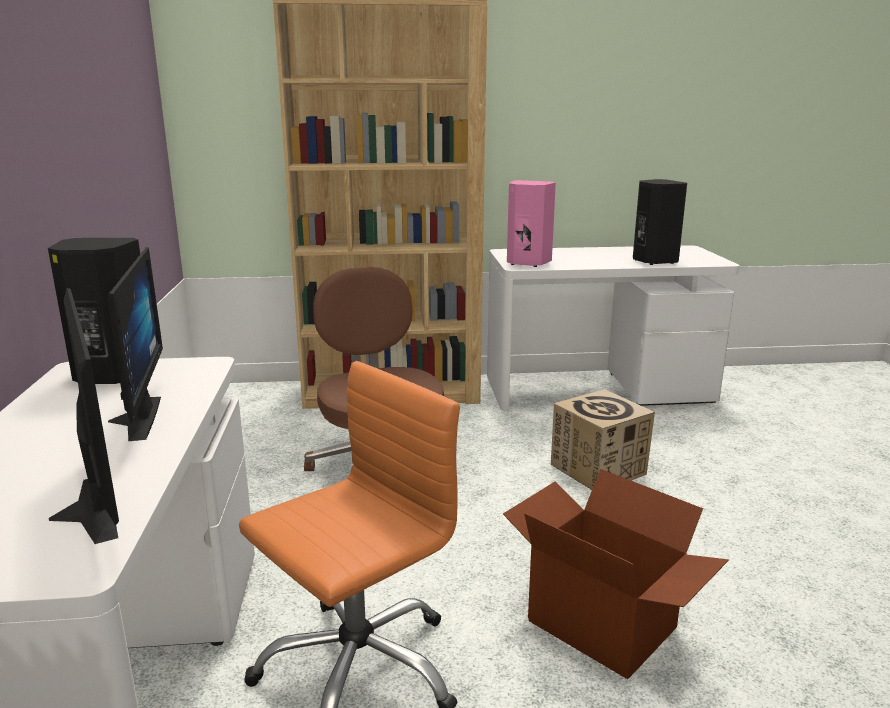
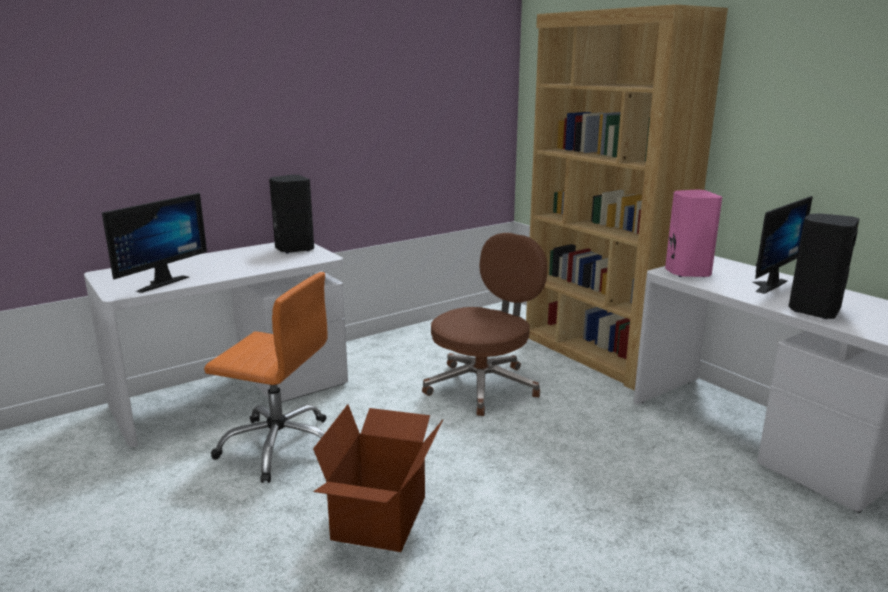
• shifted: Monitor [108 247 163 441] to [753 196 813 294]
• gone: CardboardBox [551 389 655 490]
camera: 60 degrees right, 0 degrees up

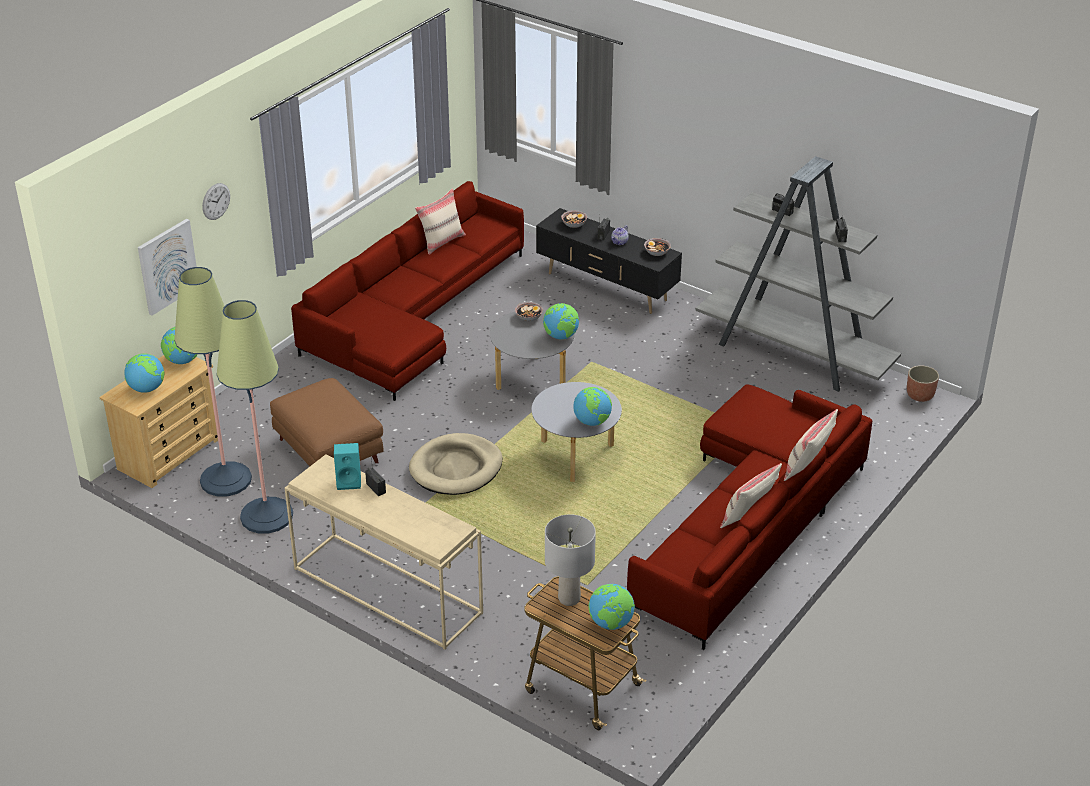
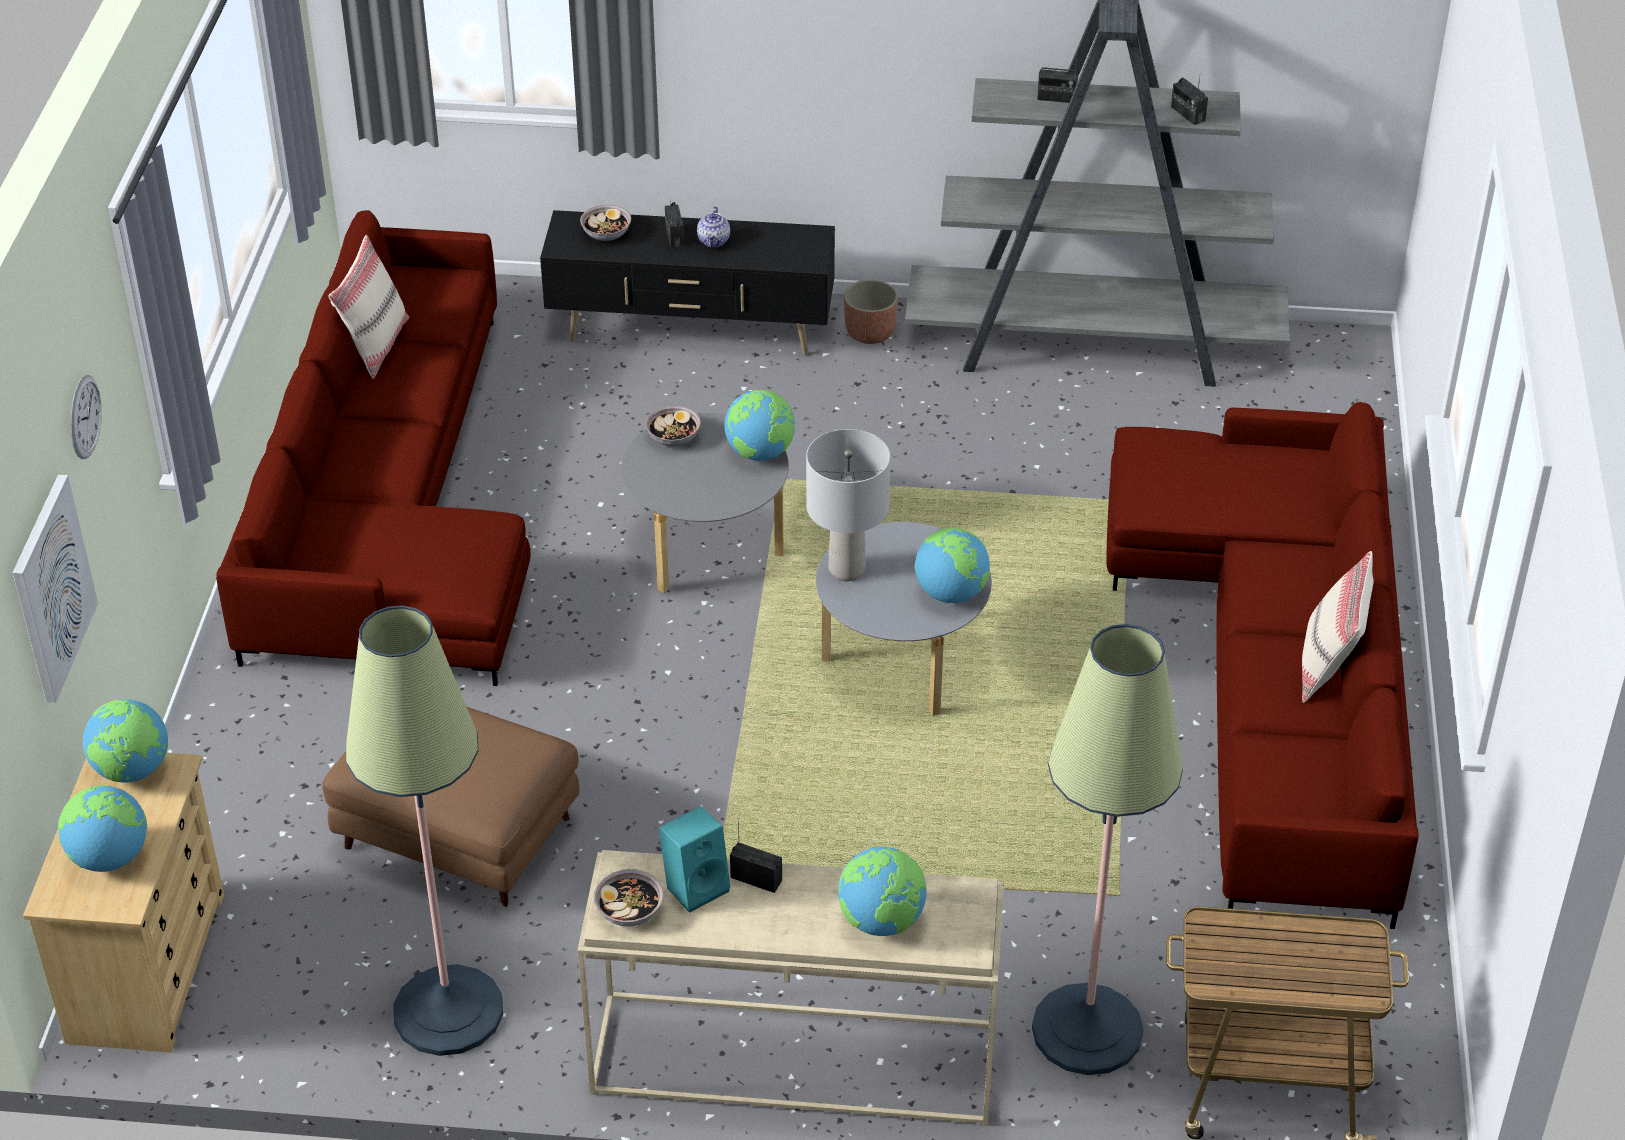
• shifted: Bowl [644 238 671 256] to [594 869 664 927]
• shifted: FloorLamp [174 267 252 496] to [1032 624 1183 1075]
• shifted: Planter [907 366 939 402] to [844 280 898 344]
• gone: BeigePillow [784 409 838 481]
• gone: BeigeDogBed [409 433 503 495]
• shifted: GreyTableLamp [545 514 596 606] to [806 429 890 582]
• shifted: Globe [589 584 635 630] to [838 847 926 936]
camera: 30 degrees left, 5 degrees up

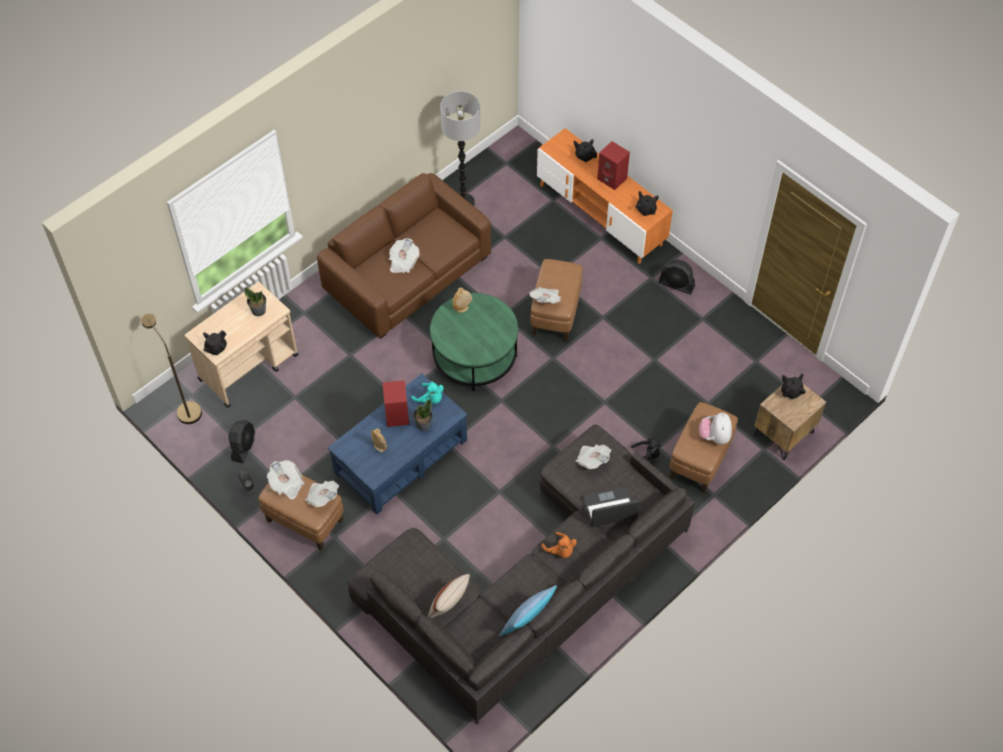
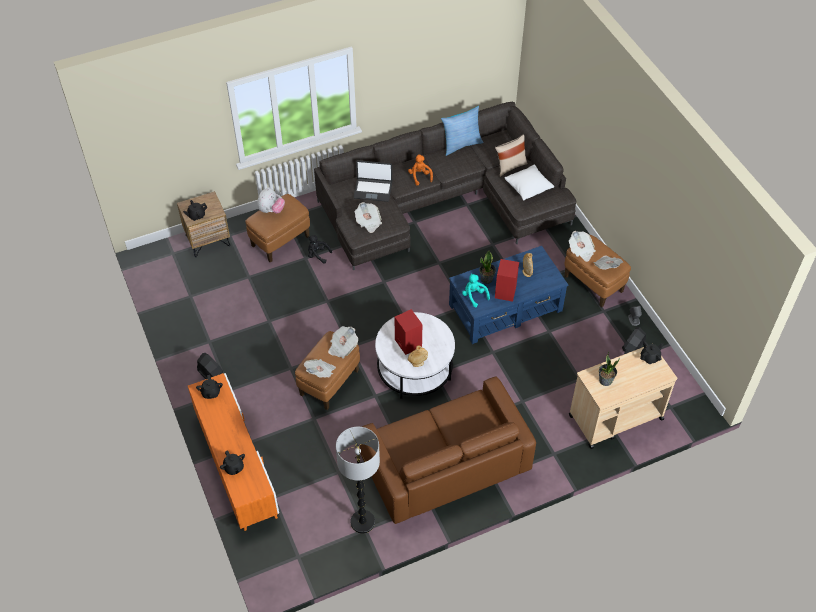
• shifted: RedSpeaker [597 141 630 190] to [394 309 422 355]
• shifted: Newspaper [389 238 420 273] to [304 359 336 378]
• repainted: GreenCoffeeTable [430 293 518 391] to WhiteCoffeeTable [375 312 455 399]
• gone: BrownFloorLamp [142 314 202 424]
• new: WhitePillow [505 165 554 200]
camera: 160 degrees left, 5 degrees down

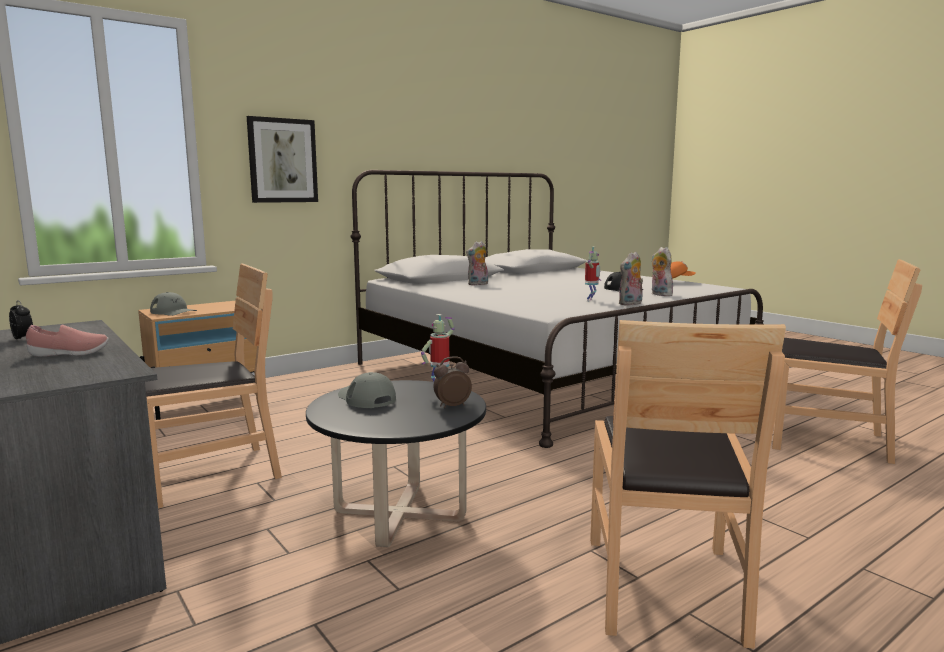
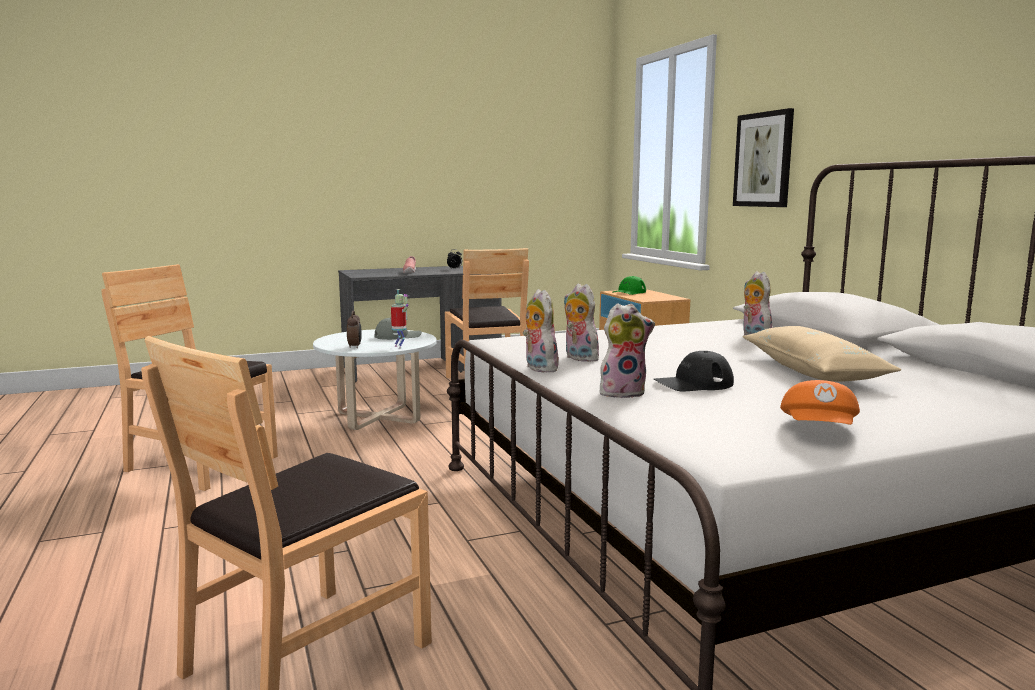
• swapped: ToyRobot [585 247 601 302] to PlushToy [564 284 600 362]
• repainted: GreyCap [150 292 197 316] to GreenCap [612 276 646 295]
• repainted: BlackCoffeeTable [306 380 486 547] to WhiteCoffeeTable [313 329 437 430]
• new: BeigePillow [743 326 901 382]
camera: 105 degrees right, 0 degrees up

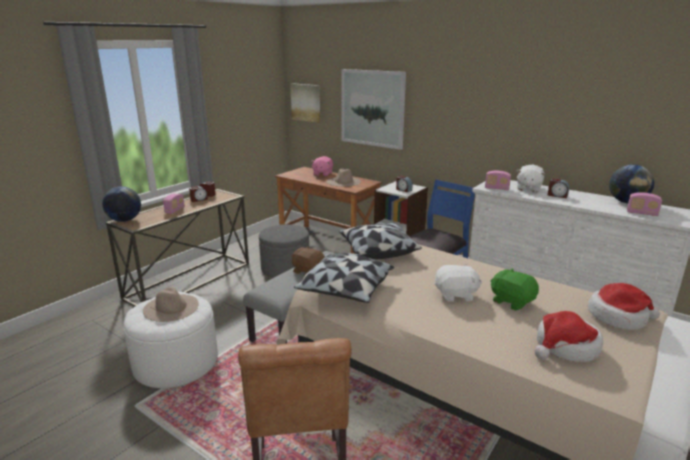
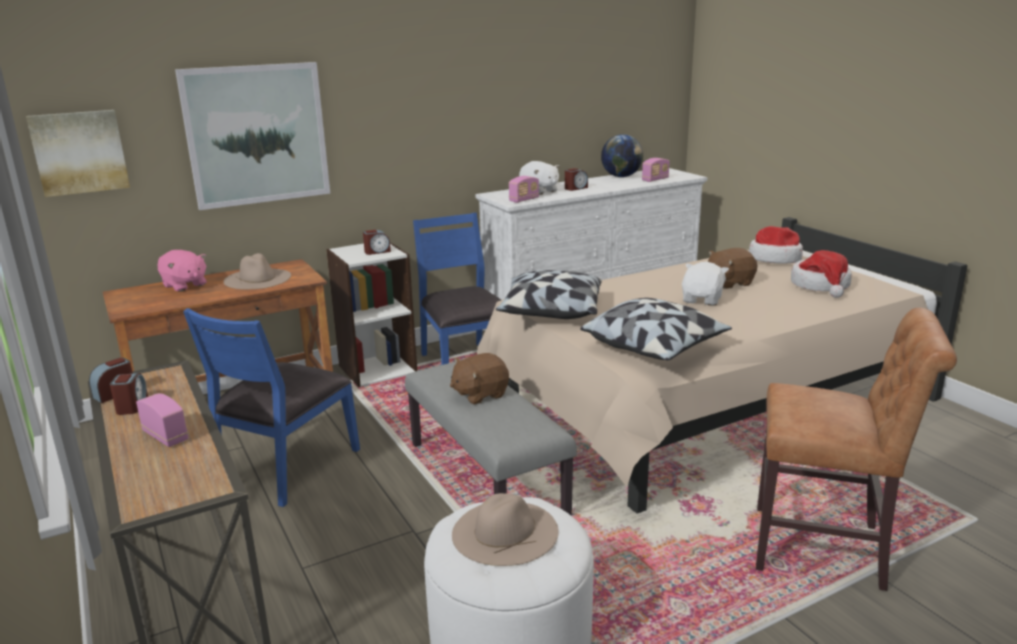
• gone: Globe [102 186 141 222]
• swapped: GreyOttoman [259 224 309 278] to BlueChair [183 308 360 507]
• repainted: GreenPlushToy [491 268 539 311] to BrownPlushToy [708 248 757 289]
camera: 65 degrees left, 0 degrees up

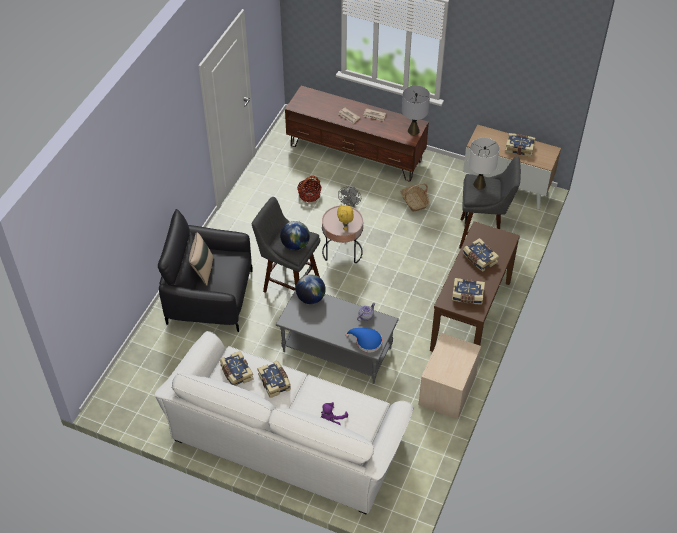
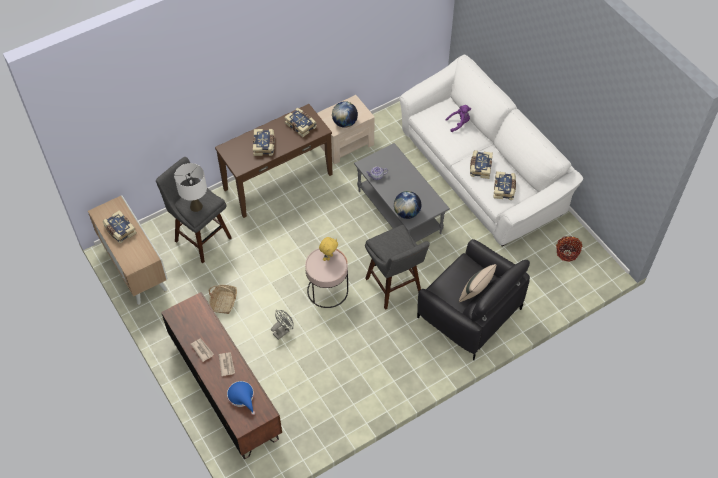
• gone: GreyTableLamp [402 85 430 135]
• shifted: Basket [297 176 322 203] to [556 236 582 262]
• shifted: Globe [280 221 310 250] to [332 101 358 128]
• shifted: BlueHat [345 328 382 352] to [227 381 255 415]
camera: 145 degrees left, 5 degrees up

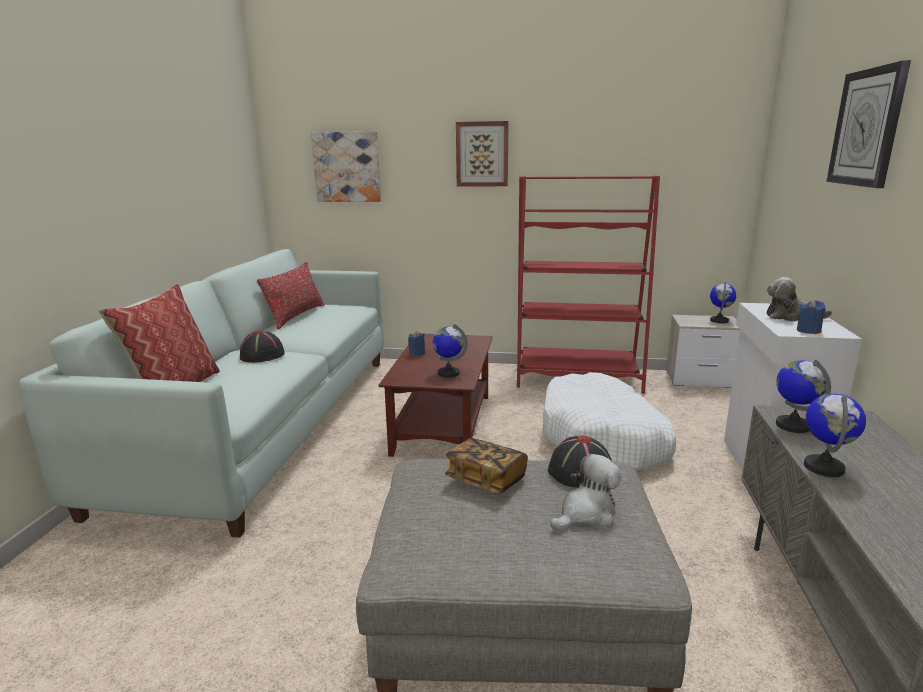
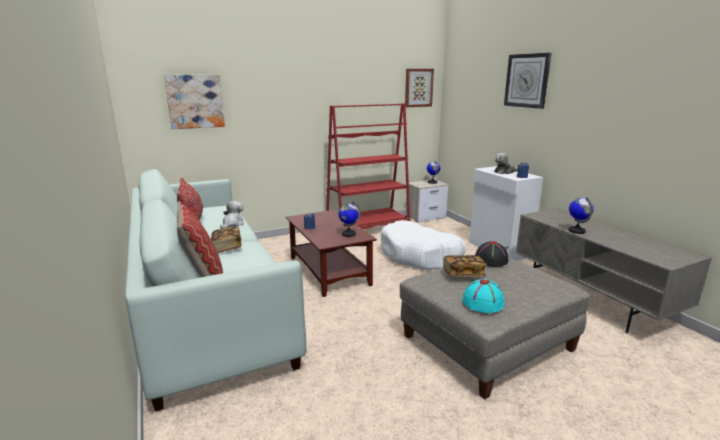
• shifted: Picture [456 121 509 187] to [405 69 434 107]
• swapped: BlackHat [240 330 285 363] to Book [211 226 242 253]
• gone: Globe [776 359 831 433]
• shifted: PlushToy [550 454 621 531] to [220 201 243 229]
• new: TurquoiseHat [462 279 505 313]
camera: 35 degrees left, 0 degrees up

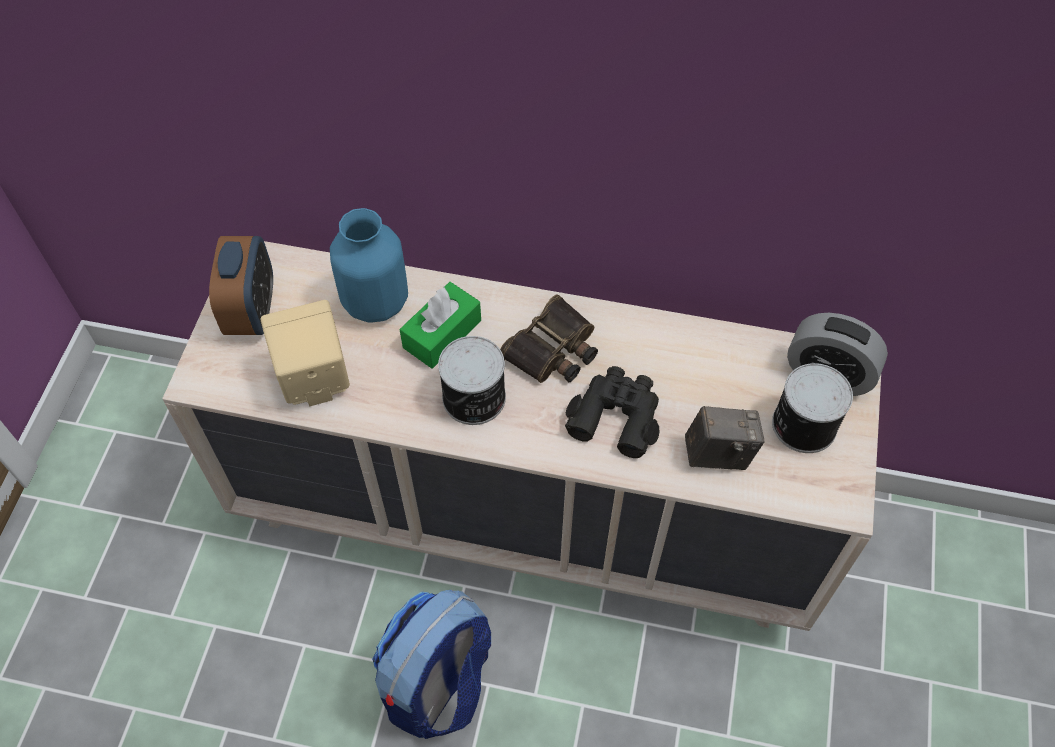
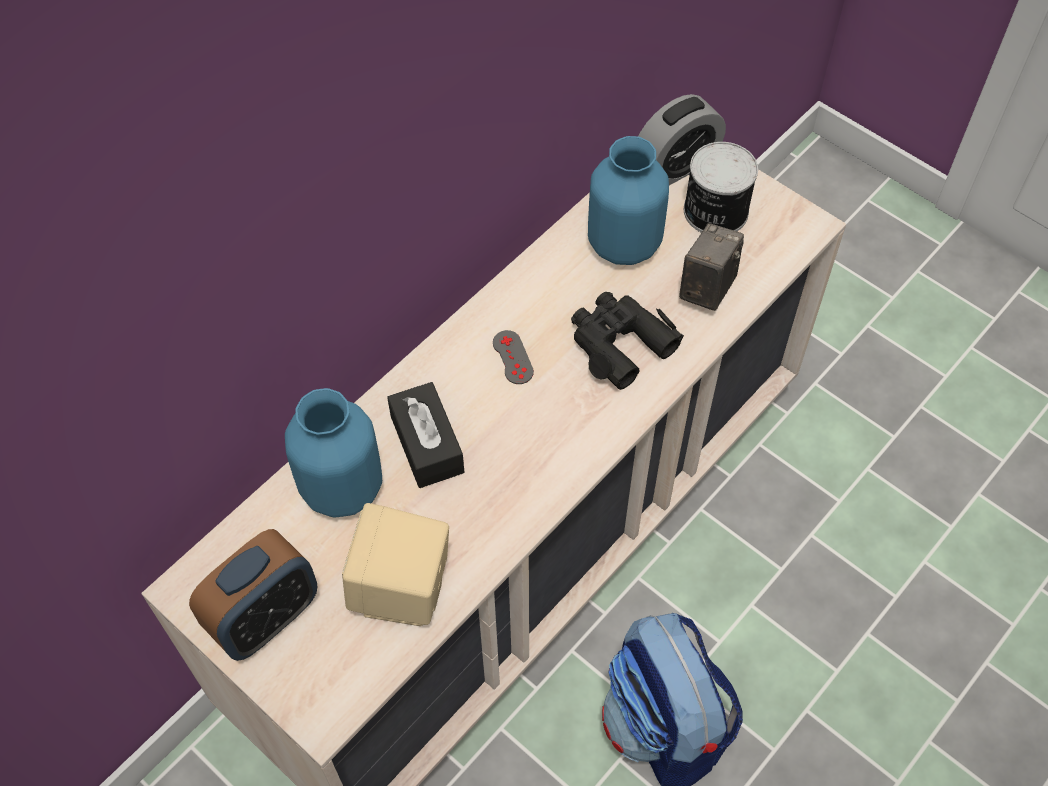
• rotated: AlarmClock [209 236 273 335] = [189 529 318 661] 105 degrees clockwise
• repainted: GreenTissueBox [400 282 481 369] to BlackTissueBox [387 382 464 488]
• swapped: Binoculars [500 294 598 383] to GreyGameController [493 330 534 384]
• gone: Can [438 336 506 425]
• new: BlueVase [588 136 669 265]
camera: 60 degrees left, 0 degrees up

